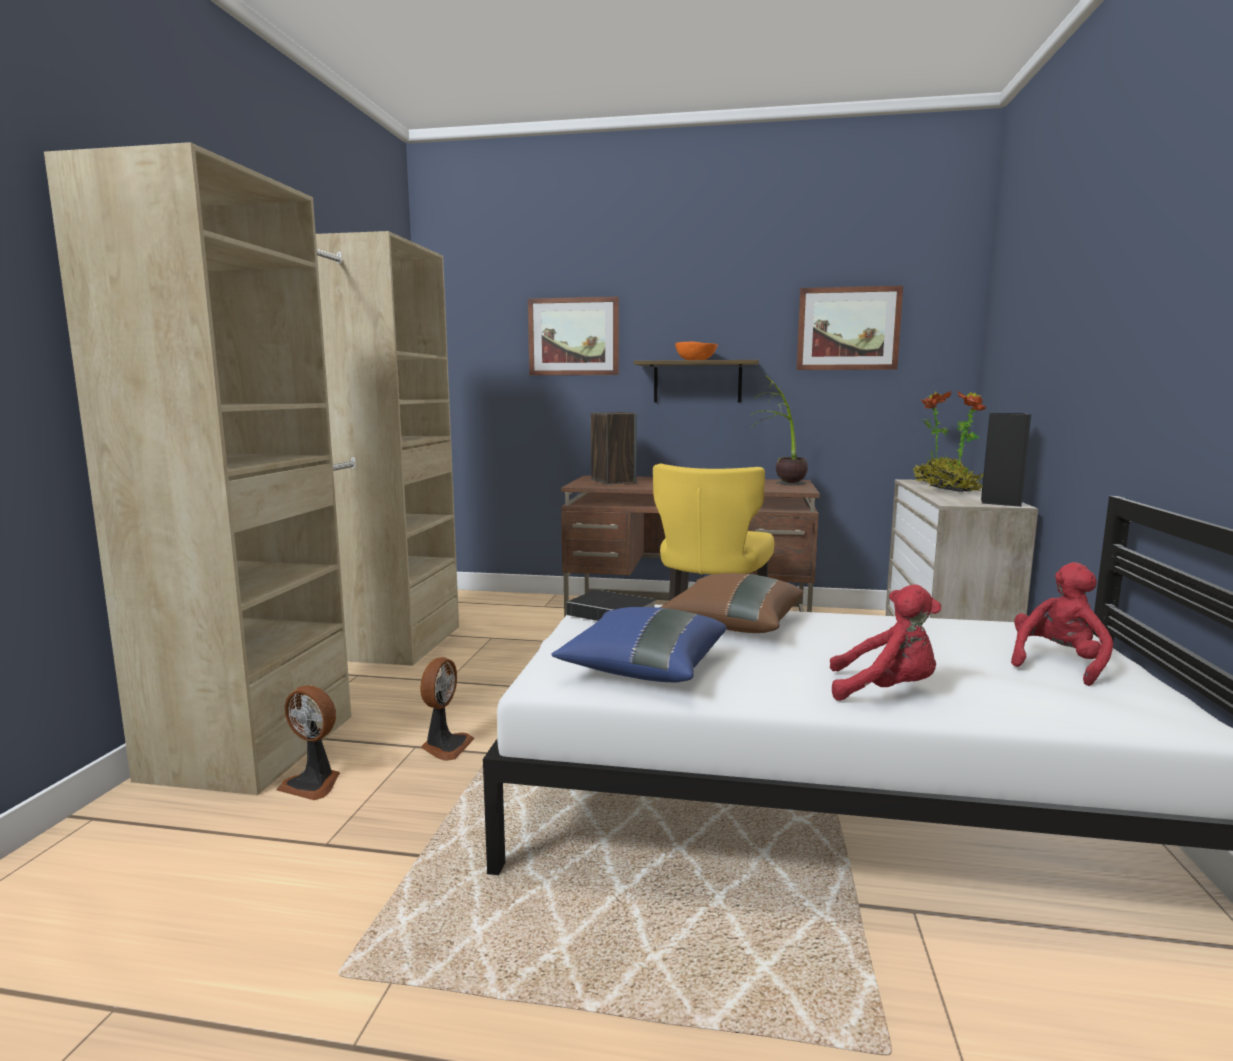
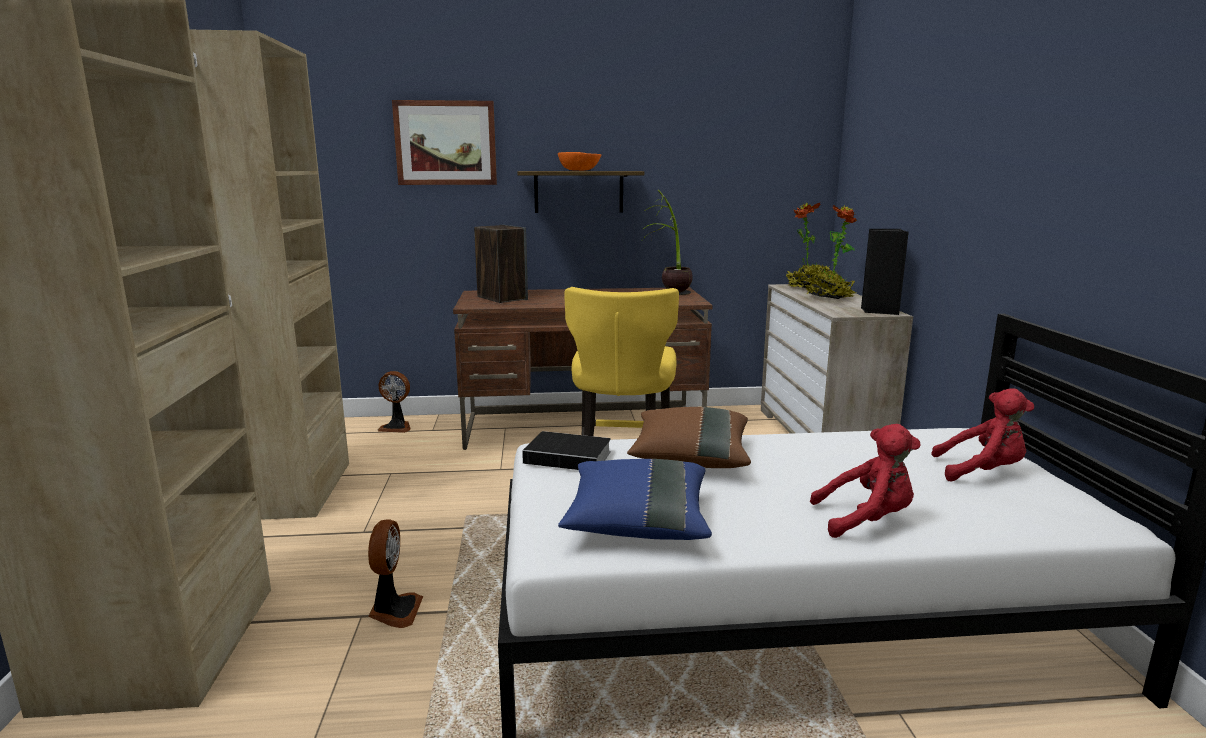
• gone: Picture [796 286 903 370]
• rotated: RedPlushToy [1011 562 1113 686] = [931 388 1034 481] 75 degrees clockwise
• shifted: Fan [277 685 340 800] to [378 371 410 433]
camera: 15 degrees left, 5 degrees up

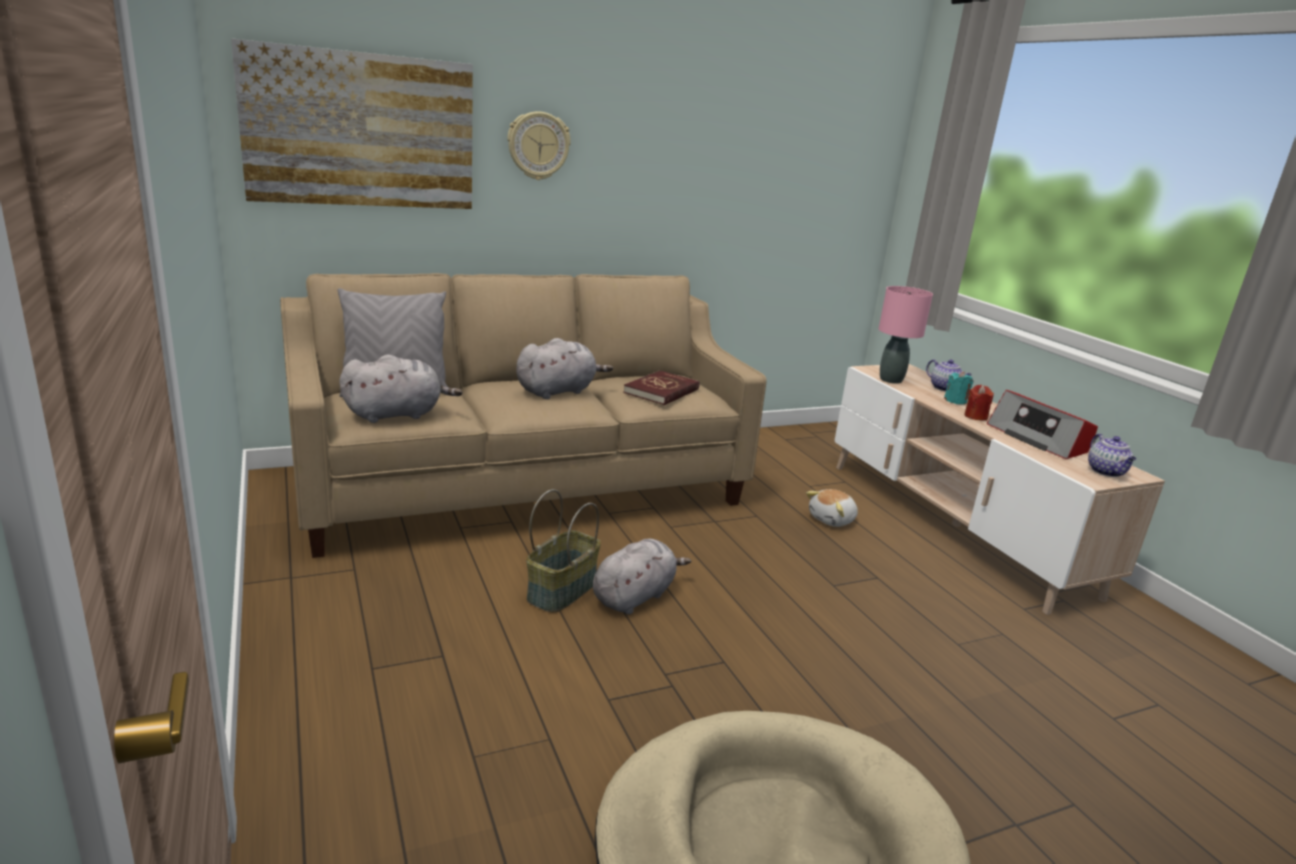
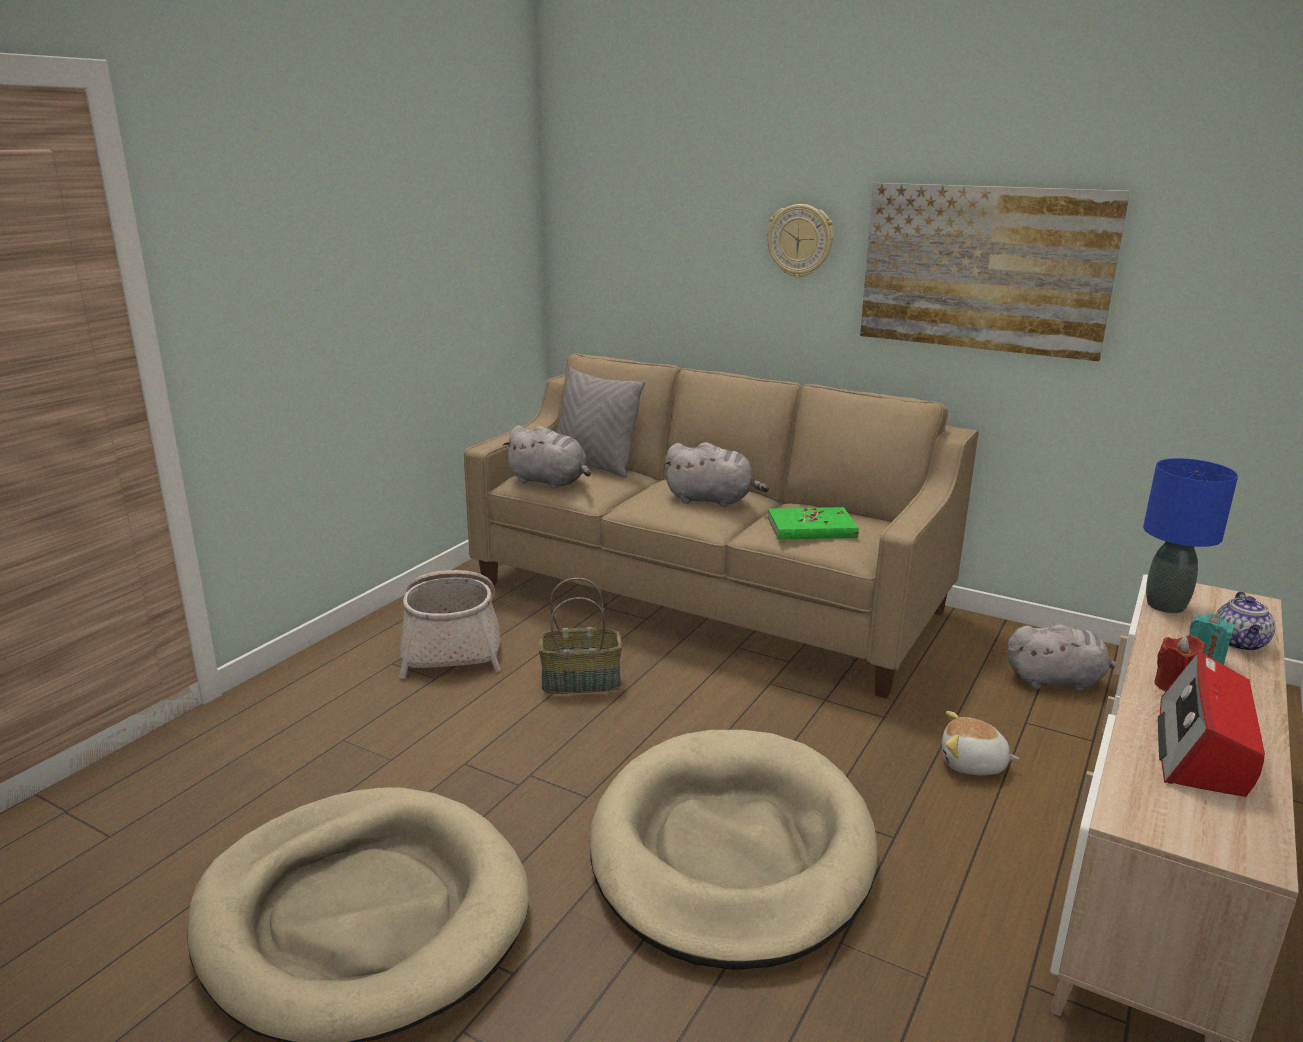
• shifted: Picture [231 38 473 209] to [860 183 1130 361]
• repainted: PinkTableLamp [879 286 933 384] to BlueTableLamp [1143 458 1238 613]
• repainted: RedBook [623 370 700 405] to GreenBook [768 507 859 540]
• gone: Teapot [1088 434 1136 477]
• shifted: GreyPlushToy [593 539 691 614] to [1007 624 1115 691]
• new: Basket [399 570 501 679]
• new: BeigeDogBed [590 730 877 970]
camera: 55 degrees right, 0 degrees up

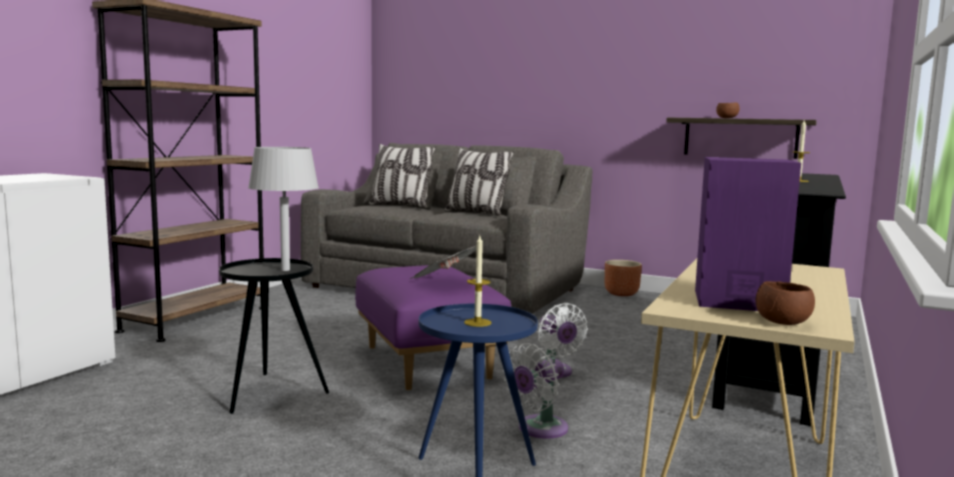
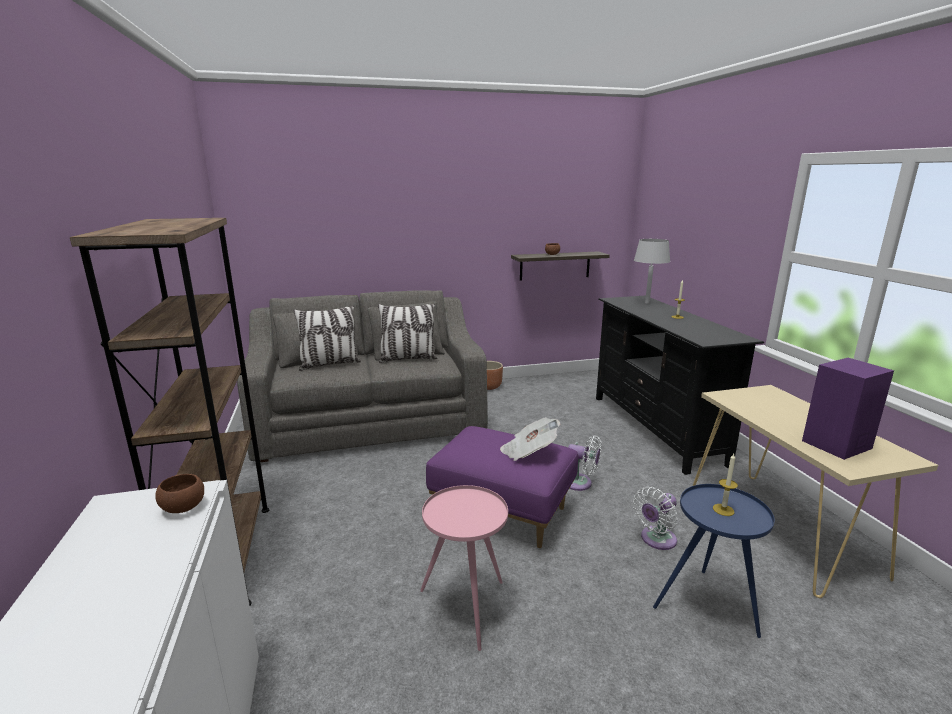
• shifted: GreyTableLamp [248 147 319 271] to [634 239 670 304]
• repainted: BlackSideTable [219 258 329 414] to PinkSideTable [420 485 508 651]
• shifted: BrownBowl [756 281 815 325] to [155 474 204 513]
• rotated: WhiteFan [503 343 568 439] = [633 487 677 550] 45 degrees clockwise
camera: 40 degrees left, 10 degrees up

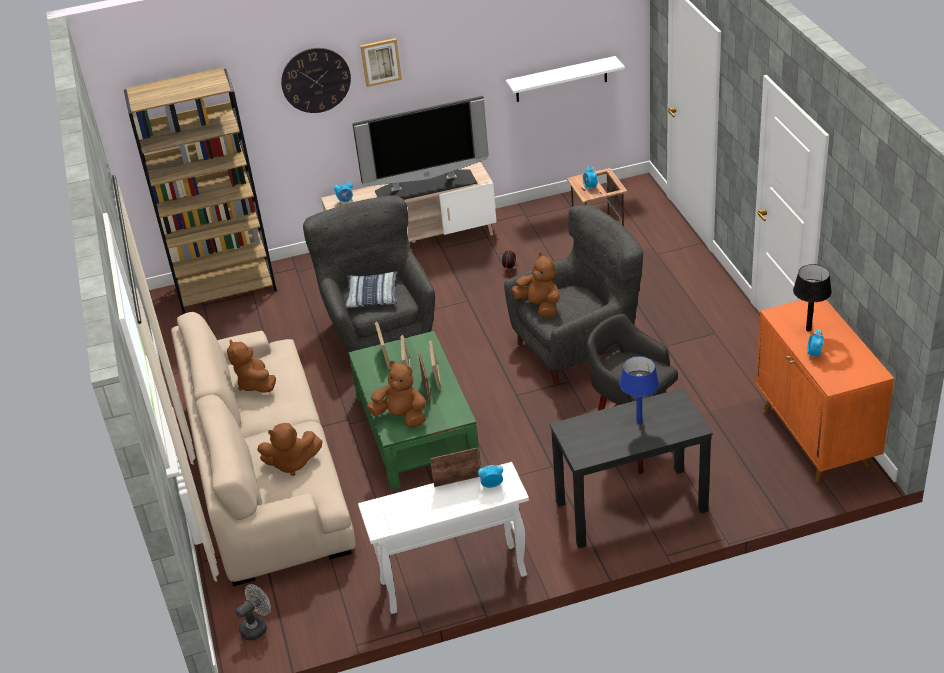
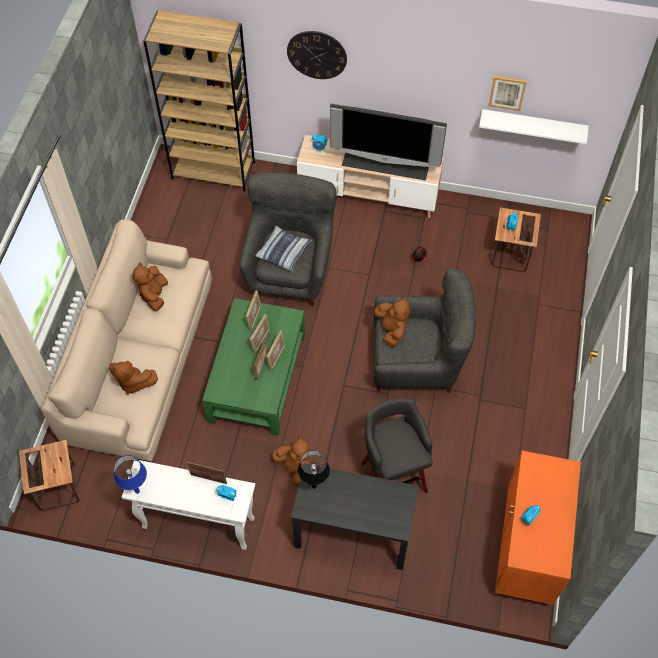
• shifted: Picture [360 38 402 87] to [488 76 527 111]
• shifted: BlackTableLamp [793 264 832 331] to [298 450 330 489]
• shifted: BlueTableLamp [619 356 659 424] to [114 455 147 494]
• shifted: BrownPlushToy [366 361 426 428] to [272 436 310 486]
• swapped: GreyFan [236 584 271 640] to SideTable [19 440 80 511]
camera: 25 degrees right, 20 degrees up

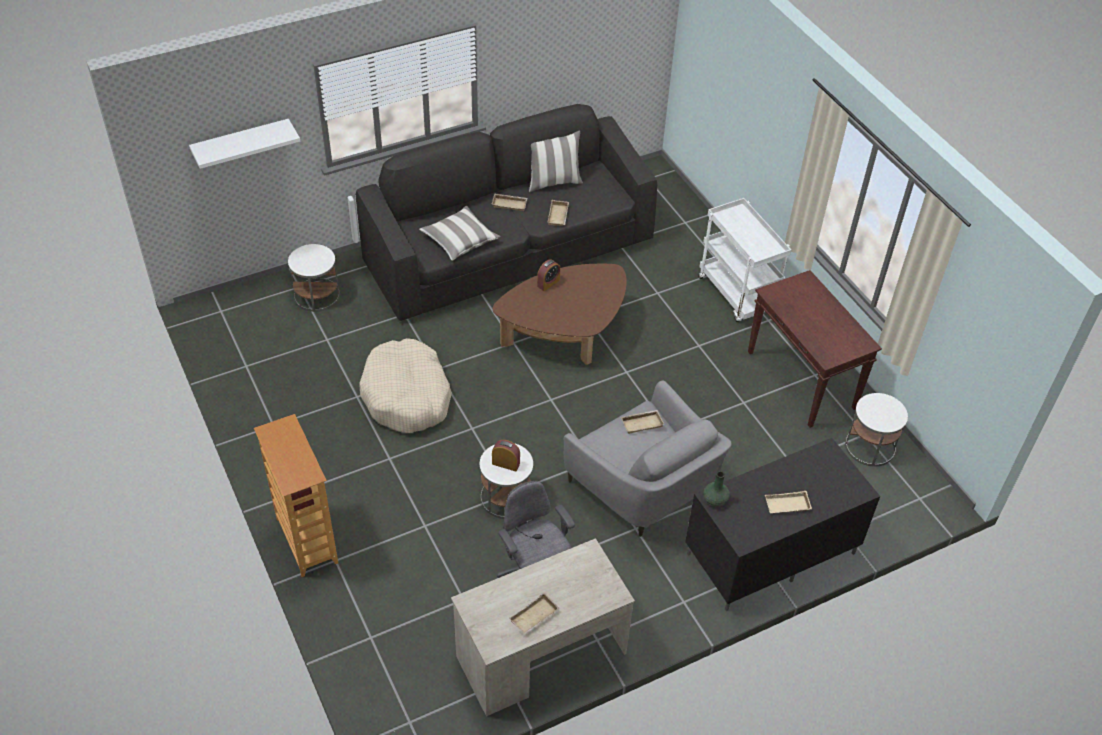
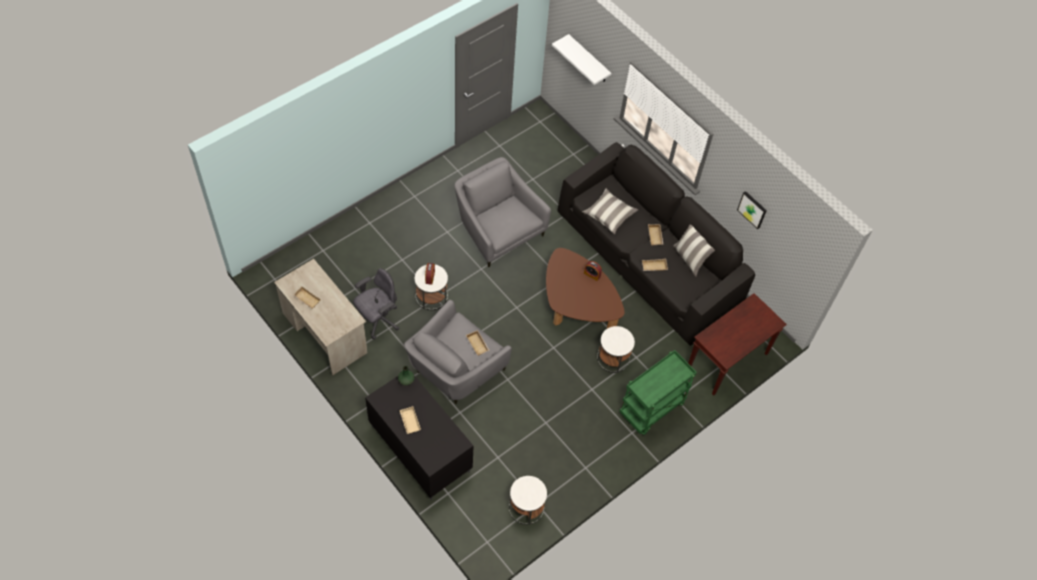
• repainted: WhiteCart [698 198 791 322] to GreenCart [619 350 697 435]
• shifted: WhiteSideTable [288 244 340 312] to [597 326 635 373]
• shifted: BrownConsoleTable [748 270 882 428] to [688 293 787 395]
• swapped: BeigeDogBed [359 338 452 433] to GreyArmchair [454 157 551 267]
• gone: Bookcase [254 414 338 577]
• new: Picture [737 191 767 229]
camera: 75 degrees right, 10 degrees up

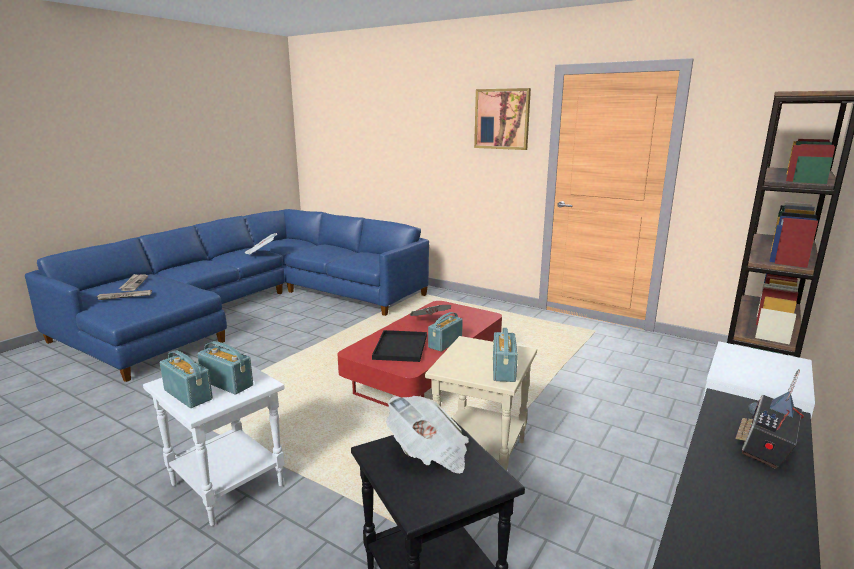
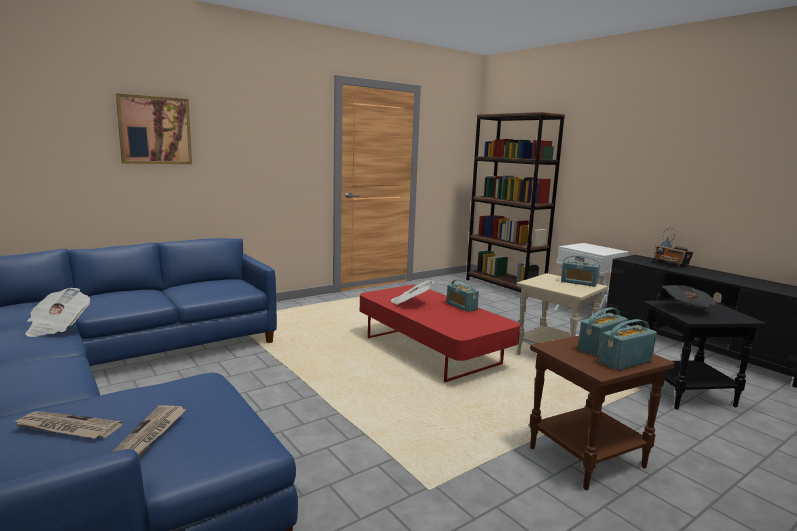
• shifted: Picture [474 88 531 150] to [116 93 192 164]
• gone: BlackTray [372 330 427 362]
• repainted: WhiteSideTable [143 365 285 526] to BrownSideTable [529 336 676 490]
camera: 70 degrees left, 5 degrees down

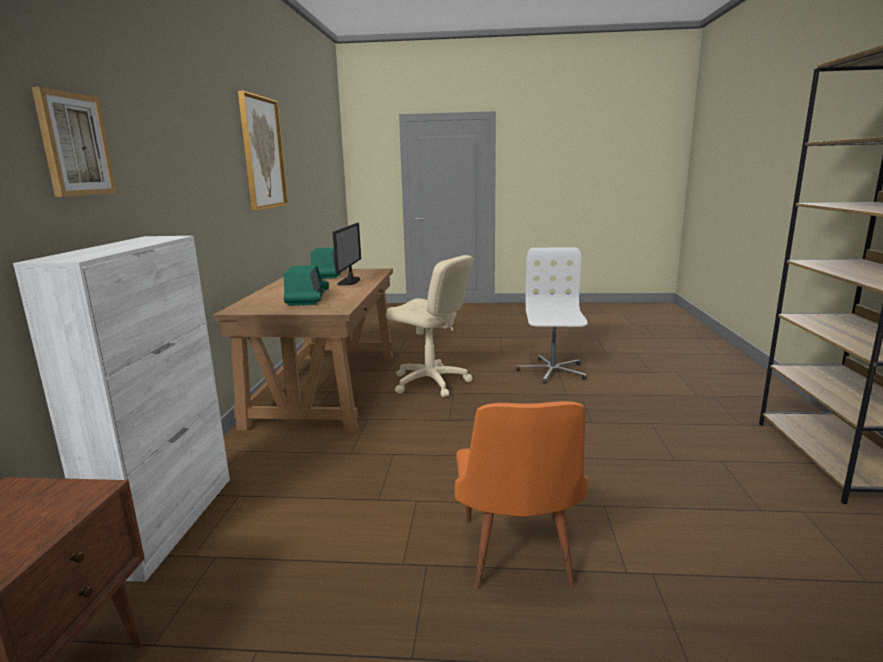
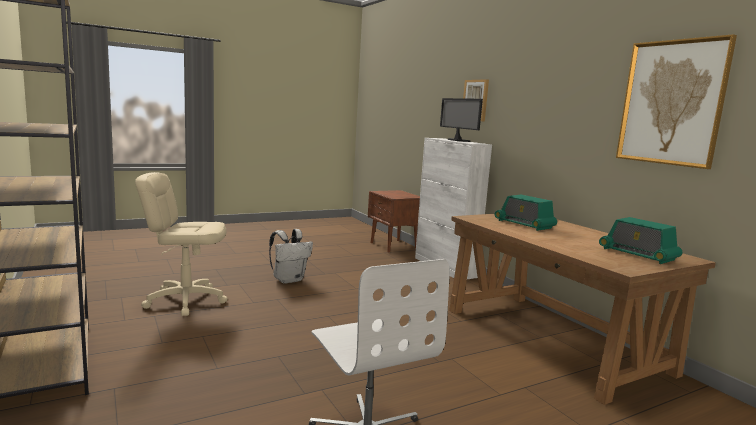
• shifted: Monitor [333 223 361 285] to [440 98 483 142]
• shifted: BeigeOfficeChair [386 255 473 397] to [135 172 227 316]
• swapped: OrangeChair [455 401 588 589] to WhiteBackpack [269 229 313 284]
camera: 145 degrees right, 5 degrees down

